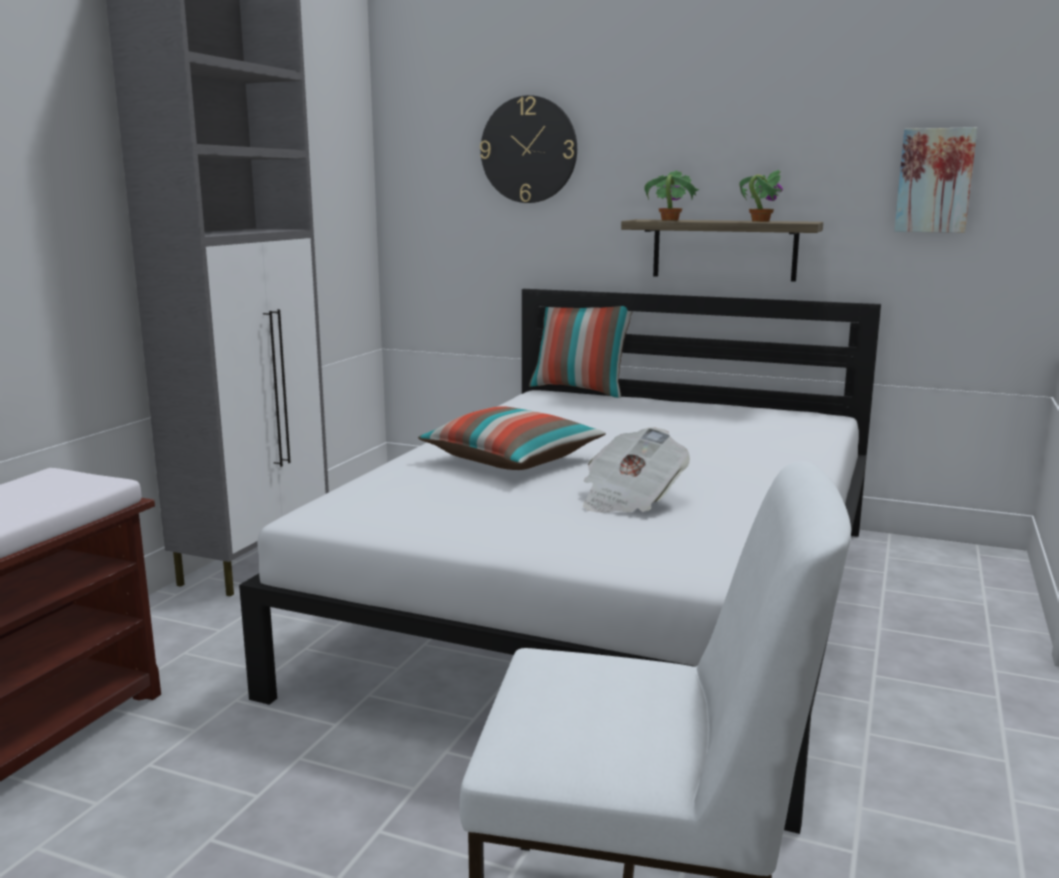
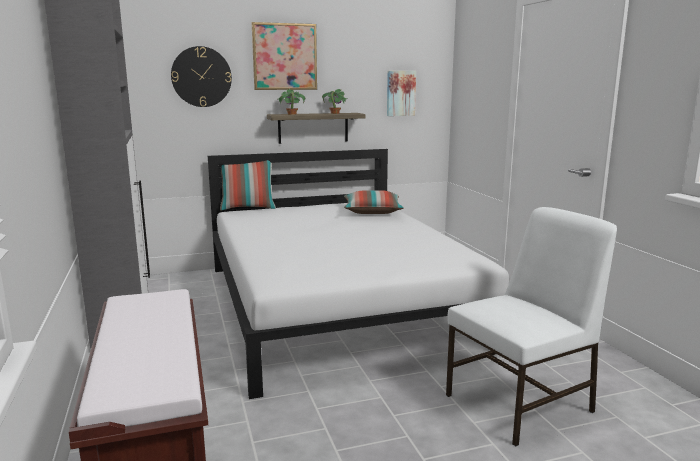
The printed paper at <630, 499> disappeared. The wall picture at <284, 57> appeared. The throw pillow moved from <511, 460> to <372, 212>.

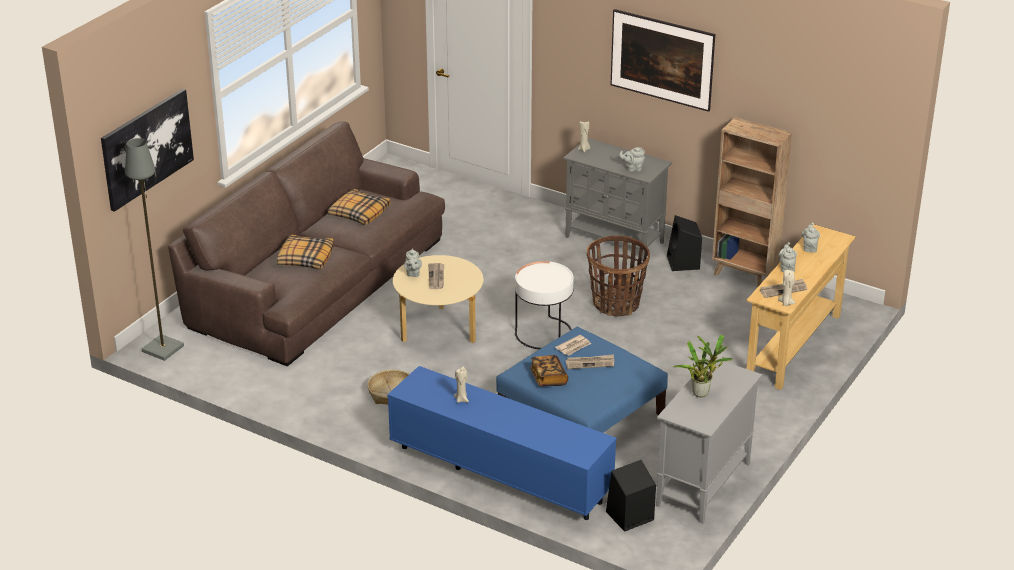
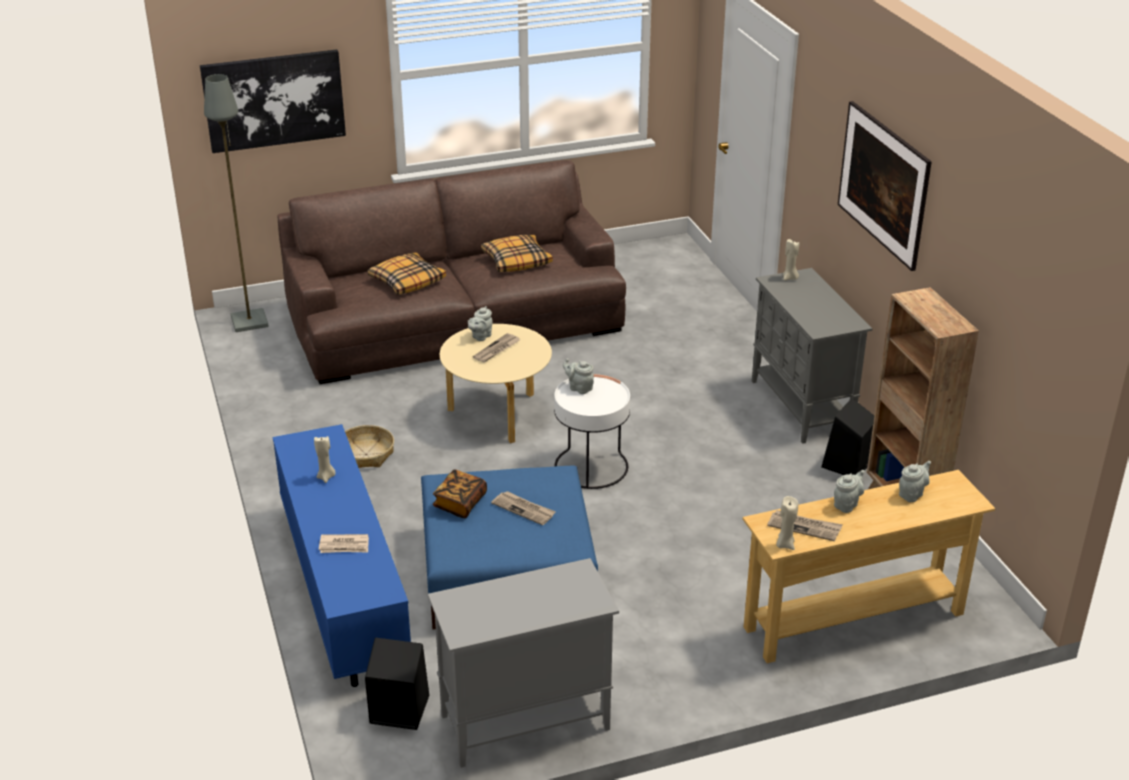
The storage basket at <616, 304> disappeared. The potted plant at <702, 392> disappeared. The printed paper moved from <574, 347> to <344, 546>. The pot for tea (greyish) moved from <632, 168> to <579, 388>.

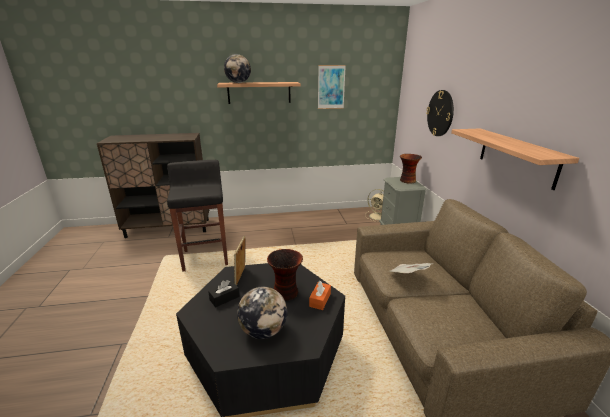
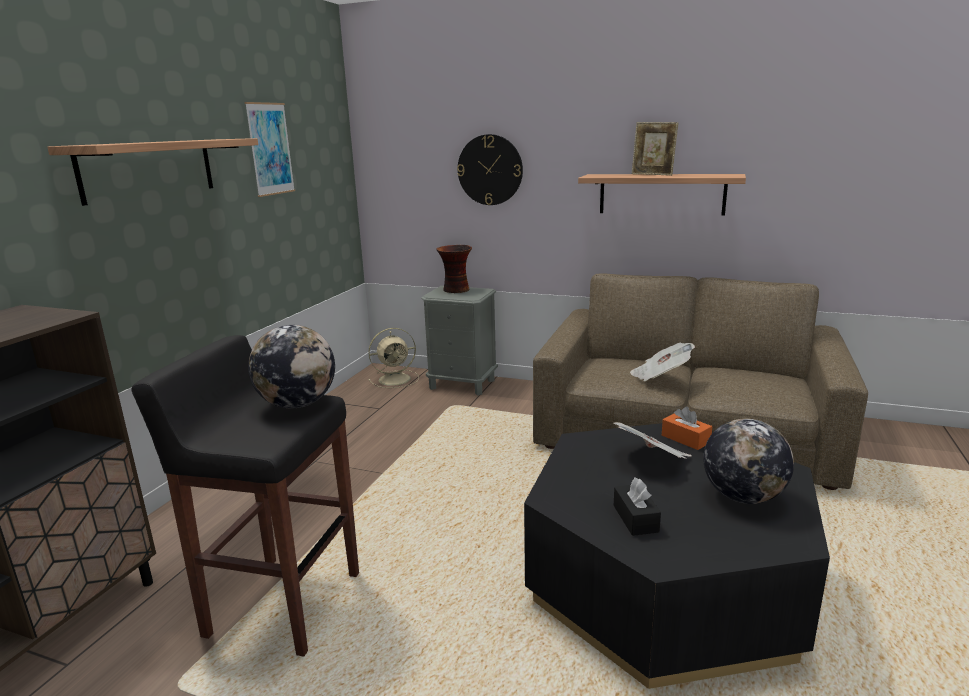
The globe moved from <238, 83> to <297, 404>. The picture frame moved from <241, 277> to <652, 175>. The decorative vase at <286, 293> was replaced by the printed paper at <652, 459>.

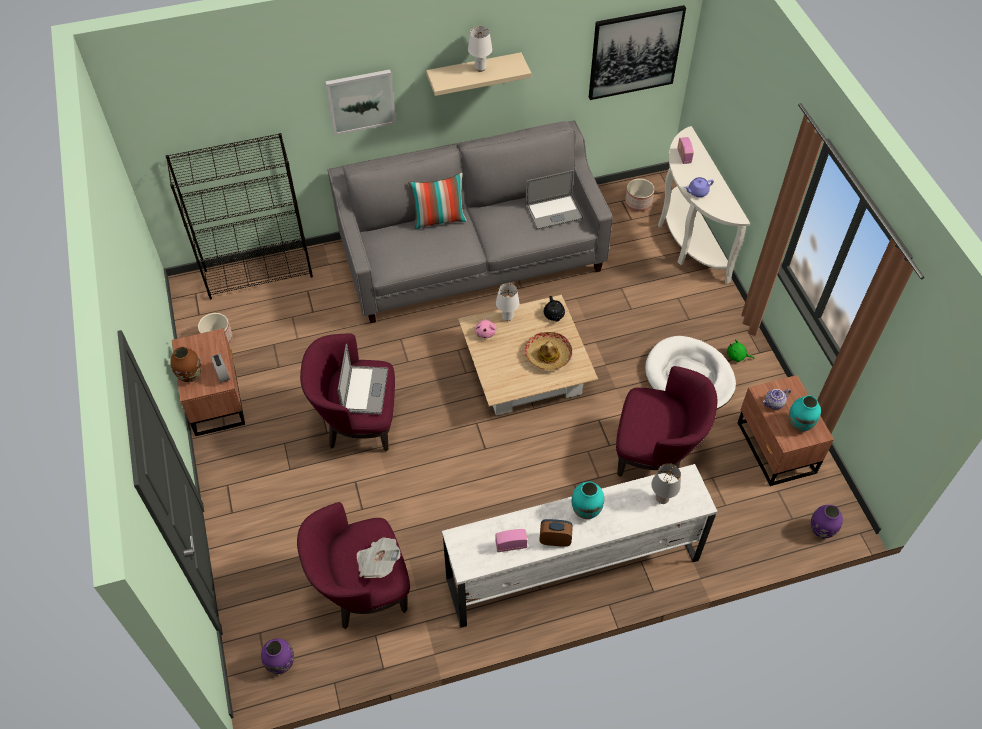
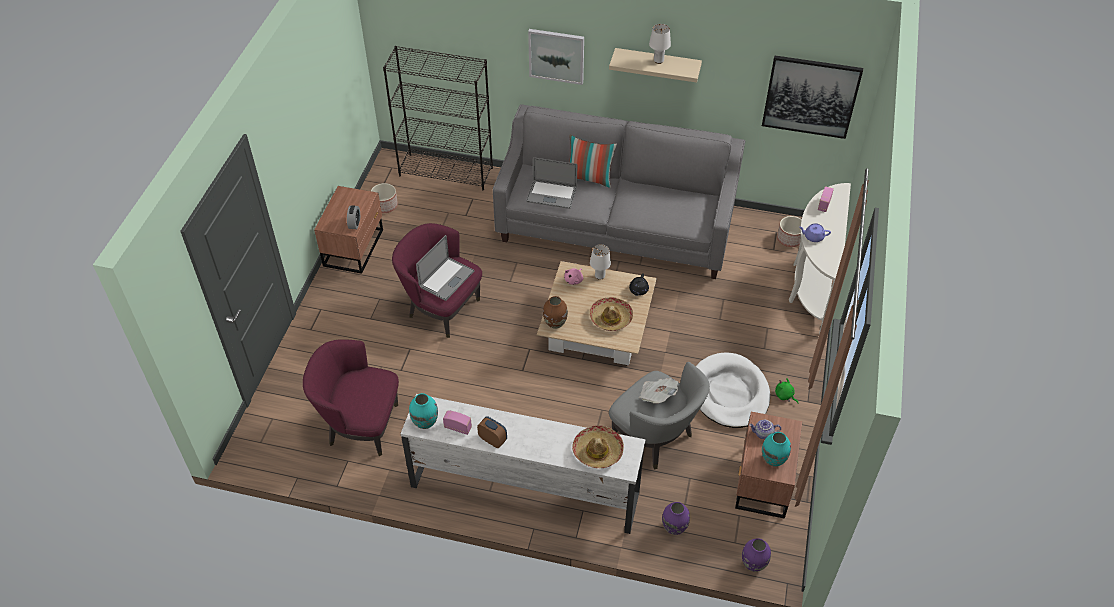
The decorative vase (brownish) moved from <190, 376> to <555, 323>. The decorative vase (purplish) moved from <280, 663> to <674, 527>. The printed paper moved from <378, 563> to <657, 395>. The portable computer moved from <554, 212> to <551, 194>. The decorative vase (turquoise) moved from <585, 510> to <425, 422>. The lamp for a table (greyish) at <661, 498> was replaced by the hat at <598, 451>. The lounge chair (purplish) at <655, 454> became the lounge chair (greyish) at <655, 438>.

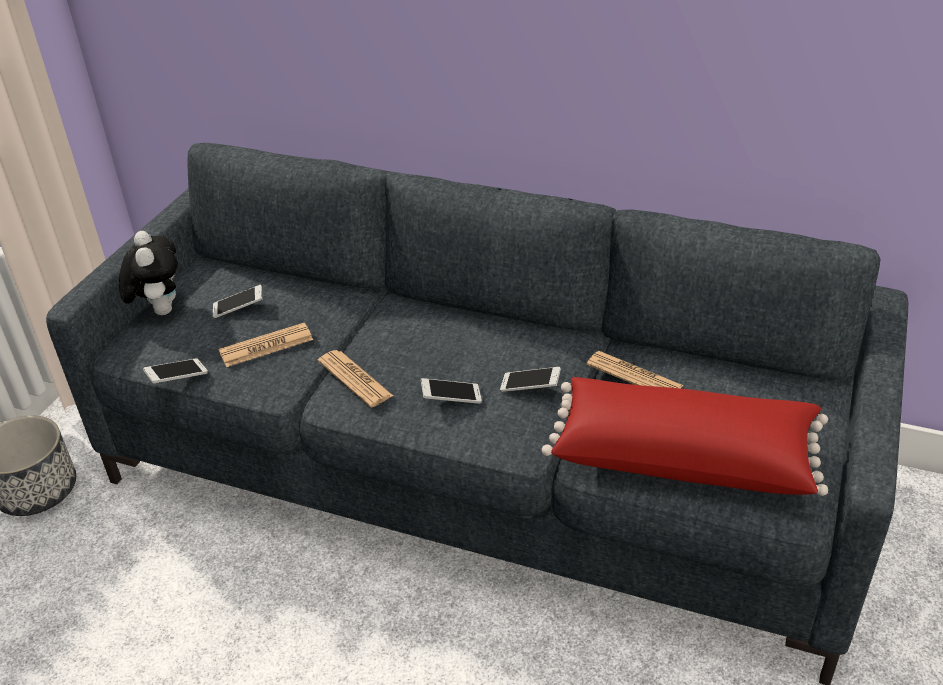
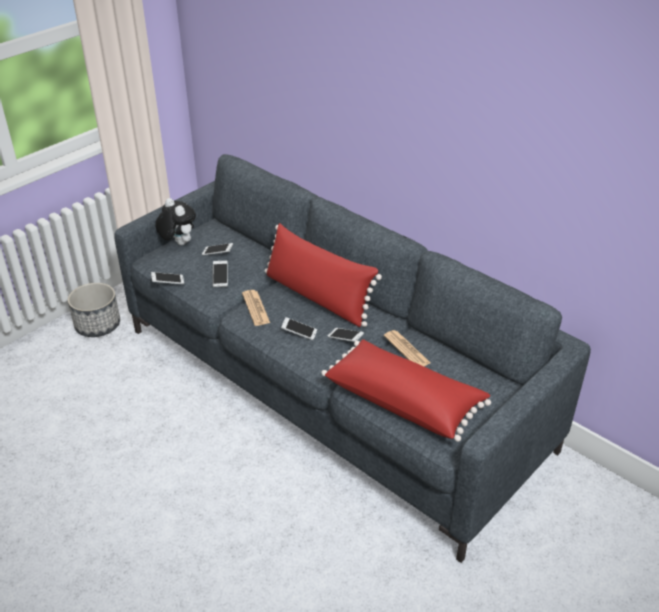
The throw pillow (red-coloured) at <317, 297> appeared. The printed paper at <266, 346> was replaced by the telephone at <220, 277>. The soft toy at <159, 310> turned 45 degrees counterclockwise.

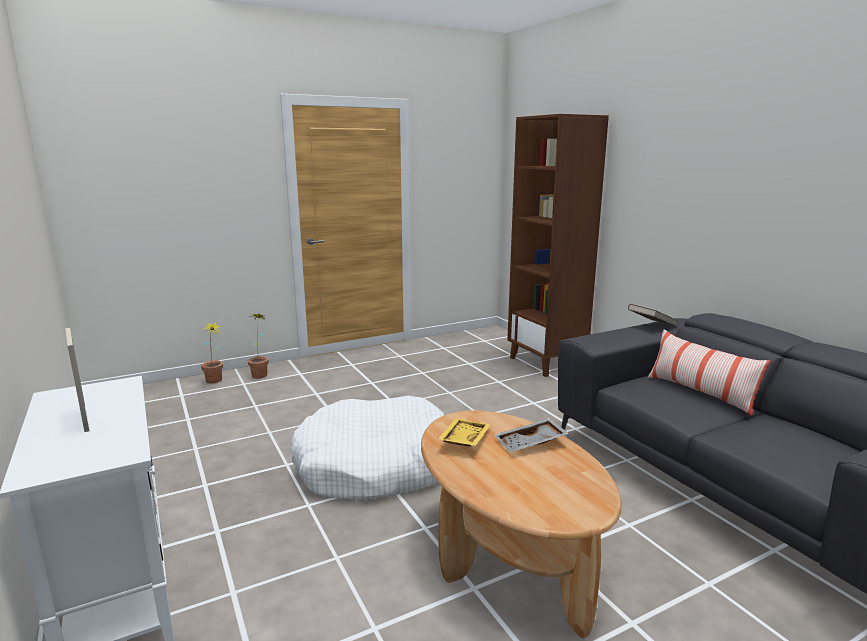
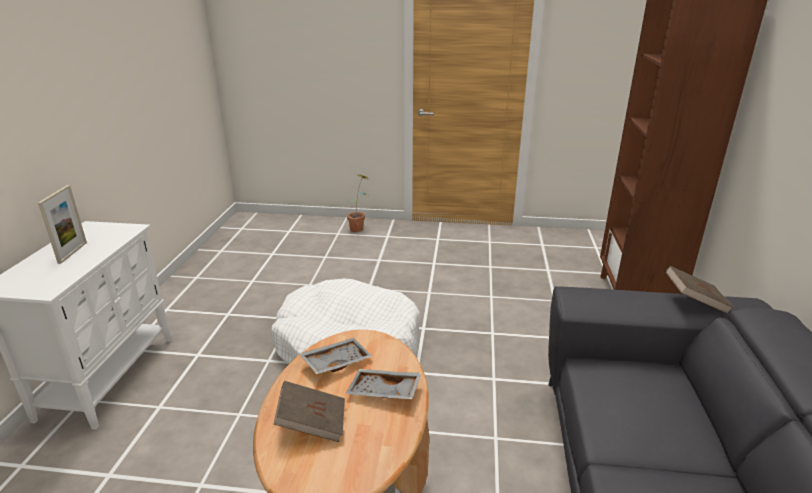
The potted plant at <215, 382> disappeared. The throw pillow at <700, 393> disappeared. The volume (brownish) at <312, 423> appeared. The serving tray (yellow-coloured) at <463, 440> became the serving tray (greyish) at <336, 362>.

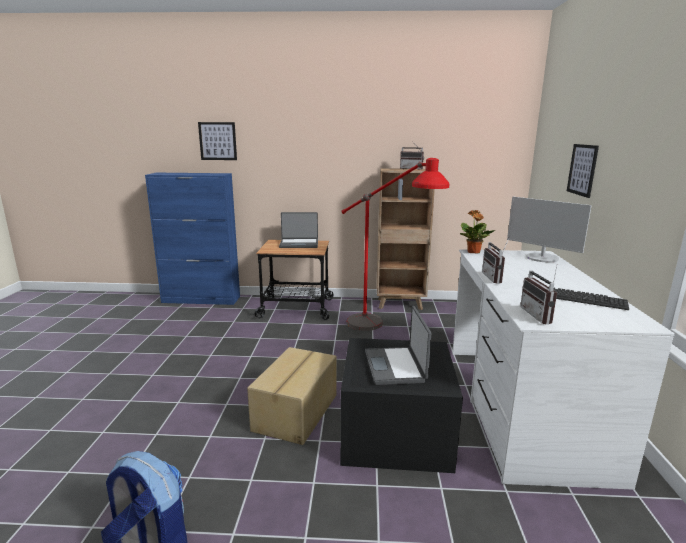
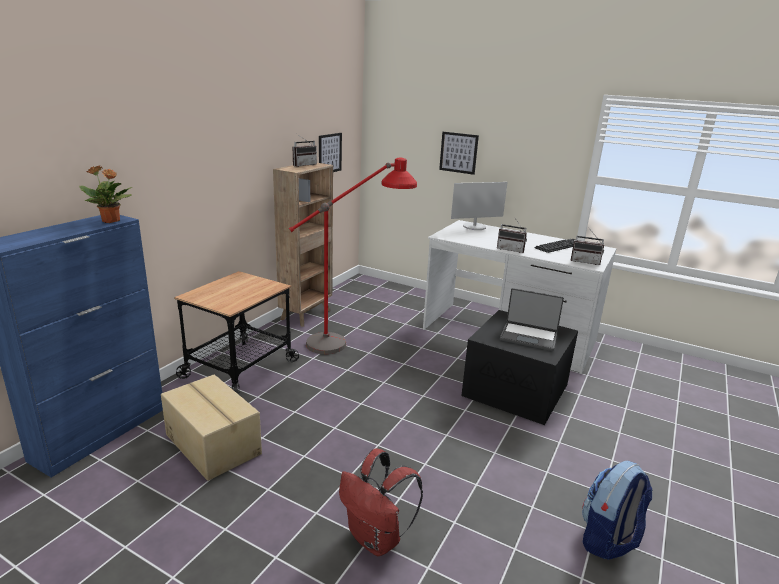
The portable computer at <299, 244> disappeared. The knapsack (red-coloured) at <377, 539> appeared. The wall picture moved from <217, 141> to <330, 153>. The packing box moved from <297, 412> to <214, 443>. The potted plant moved from <473, 252> to <111, 221>.

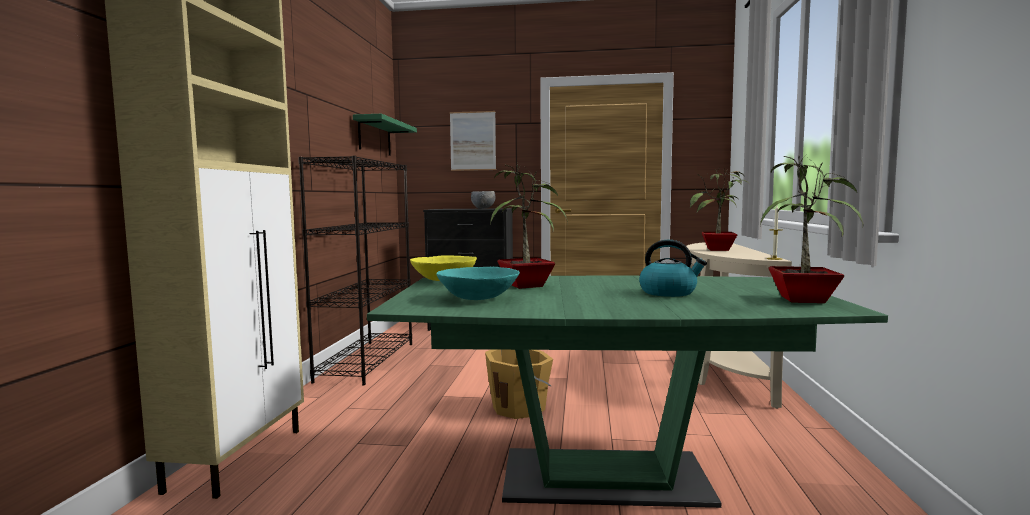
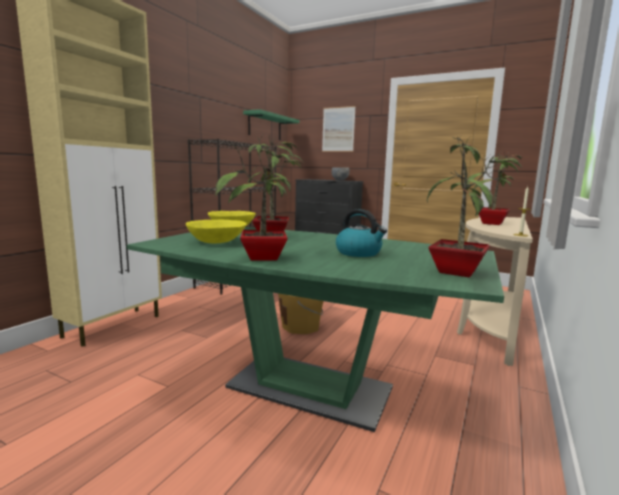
The potted plant at <263, 258> appeared. The bowl (turquoise) at <478, 298> became the bowl (yellow-coloured) at <217, 242>.

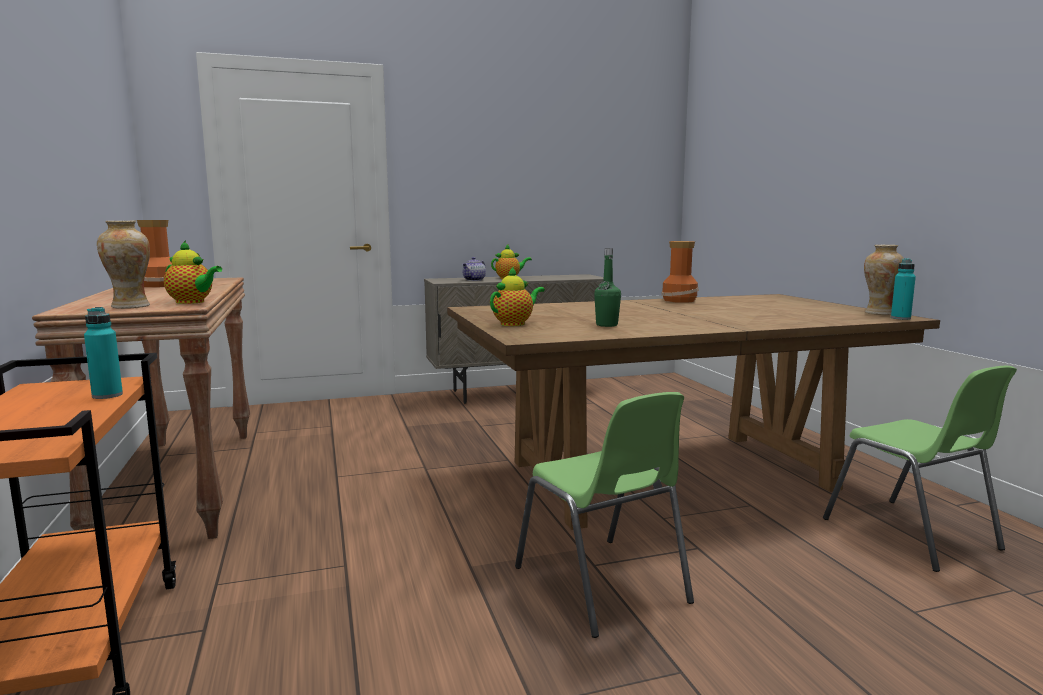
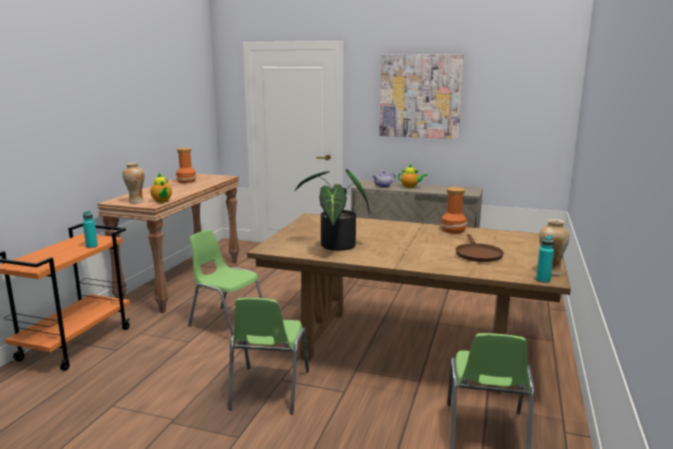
The pot for tea at <515, 324> disappeared. The upright chair (green-coloured) at <227, 323> appeared. The wall picture at <420, 96> appeared. The skillet (brownish) at <477, 254> appeared. The beverage bottle (green-coloured) at <606, 325> was replaced by the potted plant at <335, 246>.

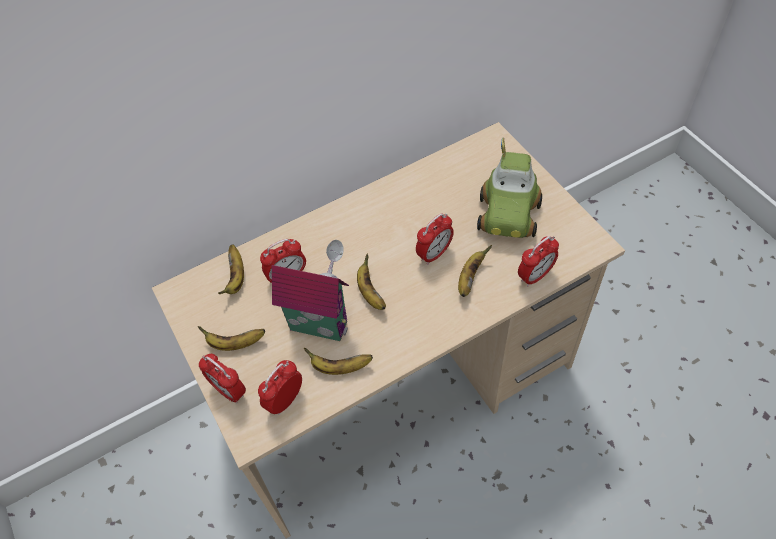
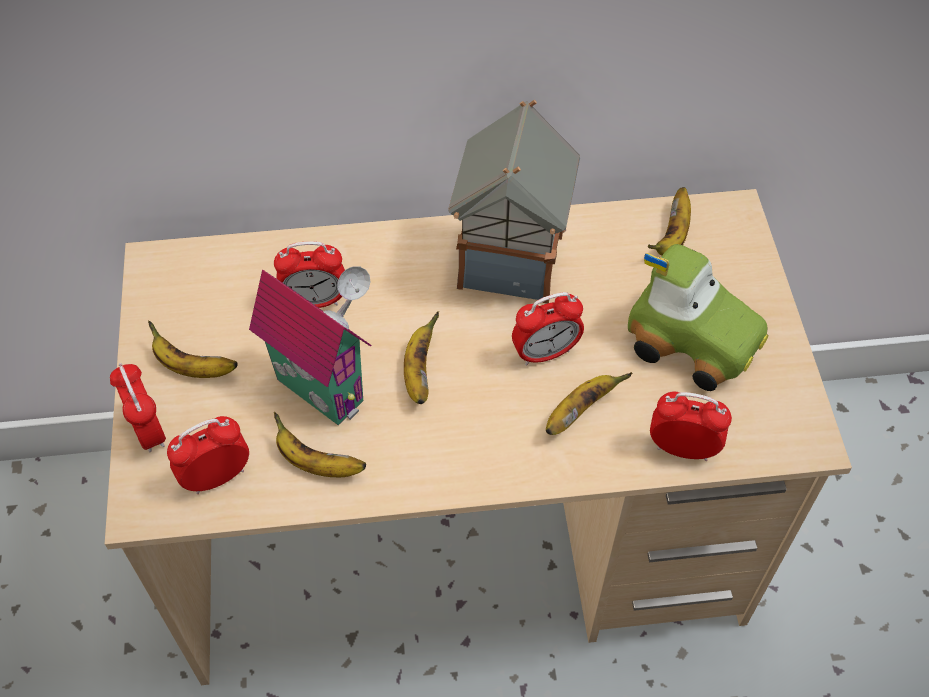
The miniature house at <511, 264> appeared. The banana fruit moved from <236, 277> to <672, 236>. The model car at <509, 215> turned 90 degrees counterclockwise. The table clock at <535, 276> turned 150 degrees counterclockwise.

